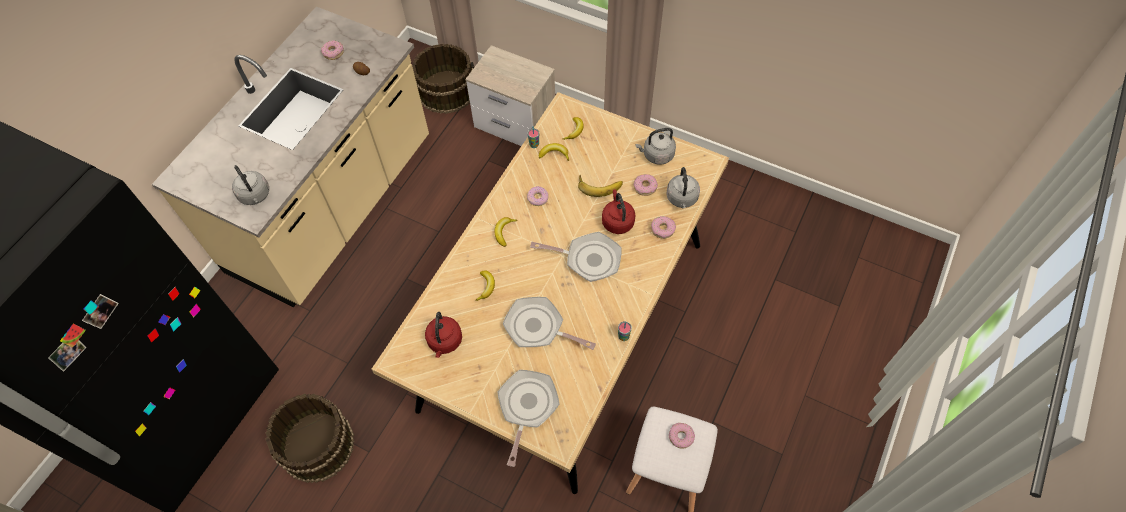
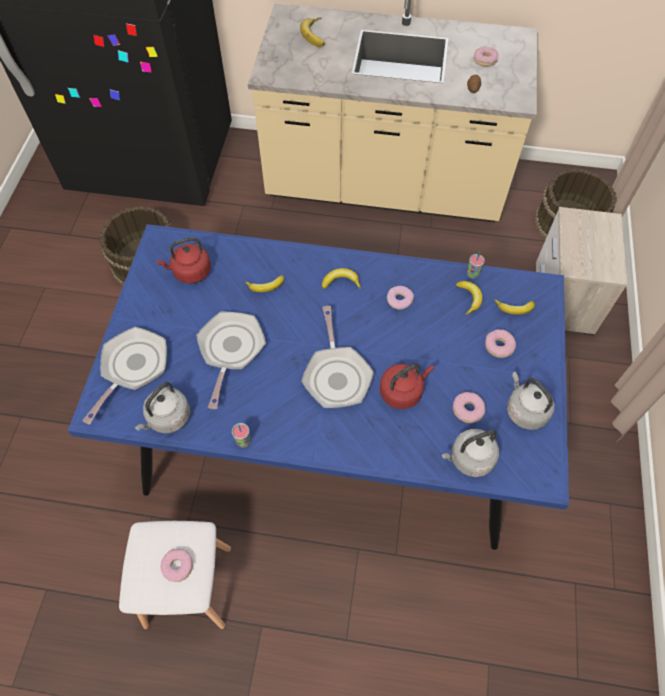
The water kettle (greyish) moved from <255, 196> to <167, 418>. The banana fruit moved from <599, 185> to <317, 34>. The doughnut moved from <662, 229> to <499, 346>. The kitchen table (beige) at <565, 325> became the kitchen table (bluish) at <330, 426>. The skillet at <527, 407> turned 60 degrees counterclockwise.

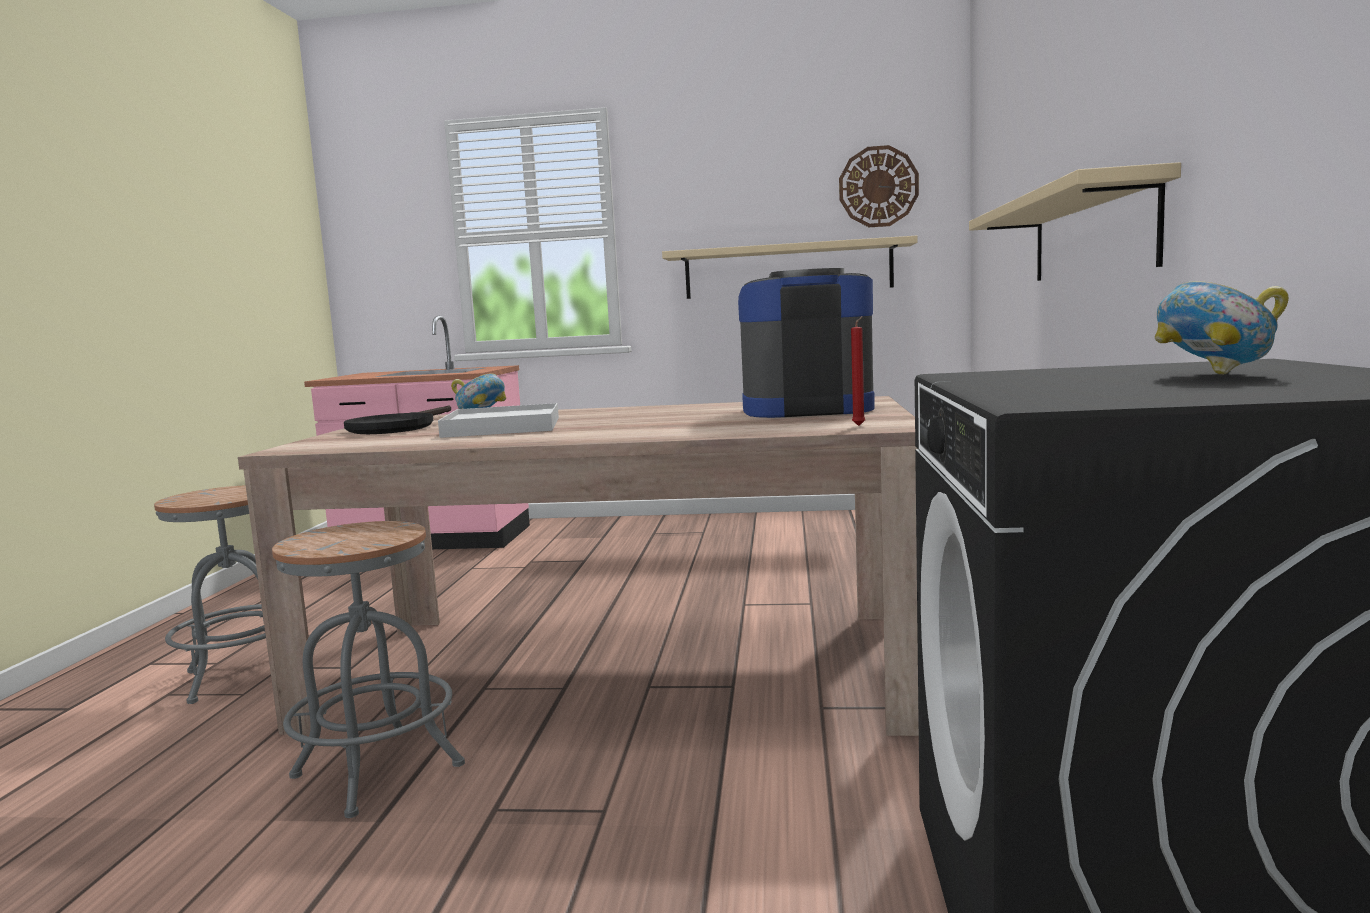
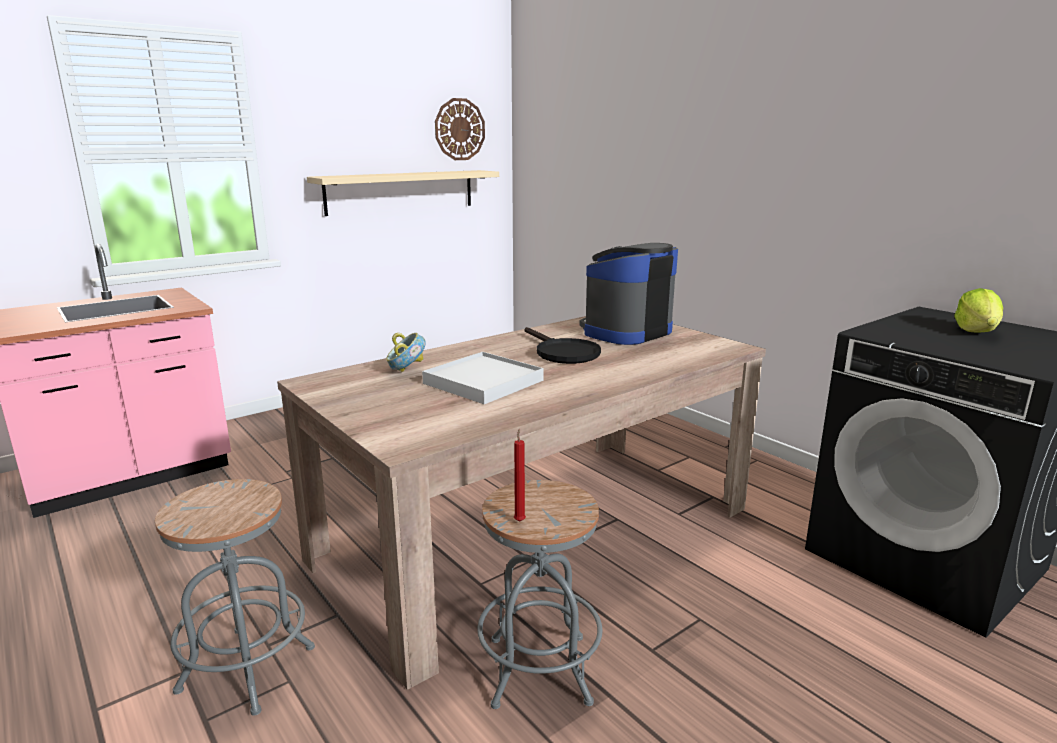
The bracket shelf (beige) at <1089, 235> disappeared. The skillet (black-coloured) moved from <397, 427> to <562, 353>. The wax candle (red-coloured) moved from <860, 425> to <519, 520>. The bowl at <1214, 375> was replaced by the head of lettuce at <976, 331>.

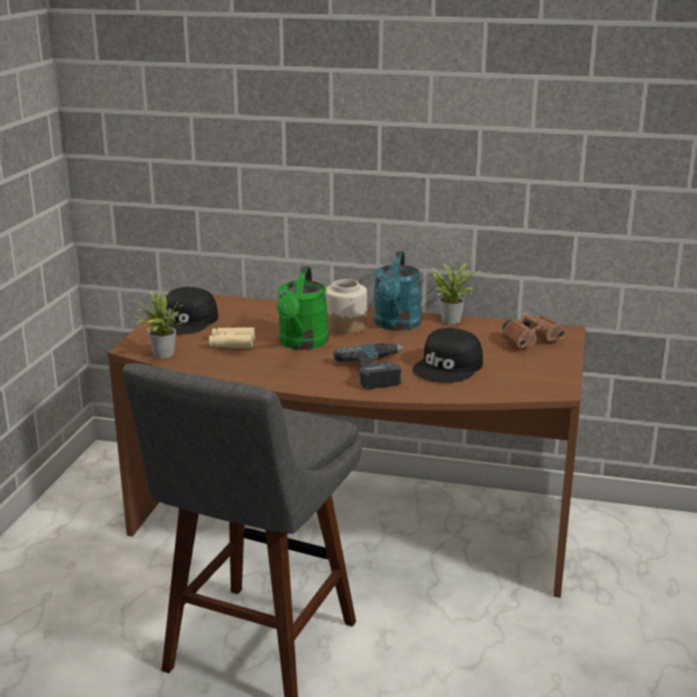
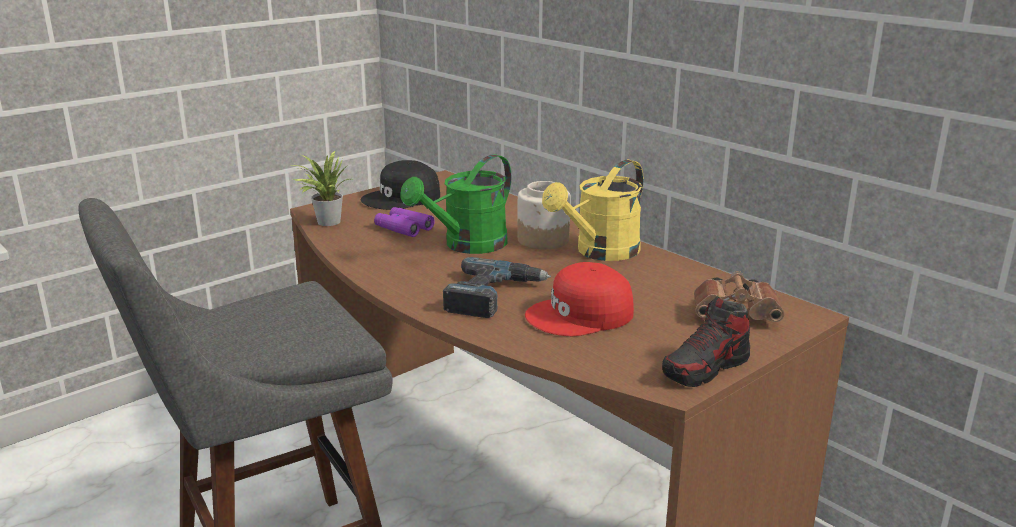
The potted plant at <450, 319> disappeared. The shoe at <705, 368> appeared. The field glasses (beige) at <232, 343> became the field glasses (purplish) at <404, 228>. The sprinkling can (turquoise) at <396, 325> became the sprinkling can (yellow-coloured) at <600, 252>. The peaked cap (black-coloured) at <449, 367> became the peaked cap (red-coloured) at <581, 315>.

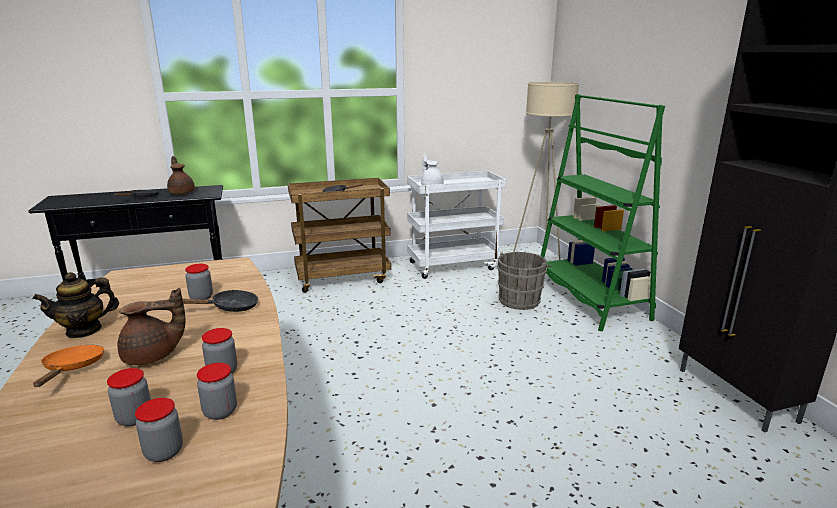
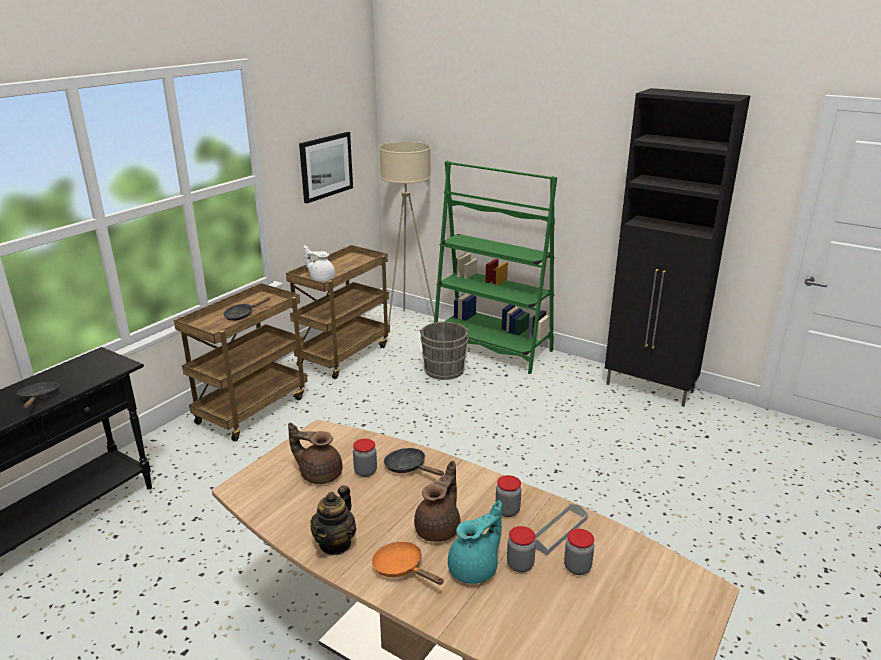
The wall picture at <326, 166> appeared. The pot for tea (turquoise) at <475, 569> appeared. The pot for tea (brownish) moved from <182, 192> to <319, 474>. The jar at <220, 412> was replaced by the serving tray (greyish) at <558, 531>. The trolley (white-coloured) at <453, 265> became the trolley (brownish) at <344, 354>. The skillet (black-coloured) at <230, 307> turned 75 degrees counterclockwise.

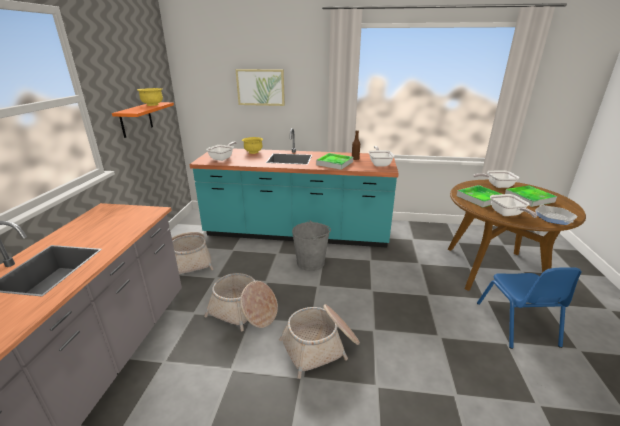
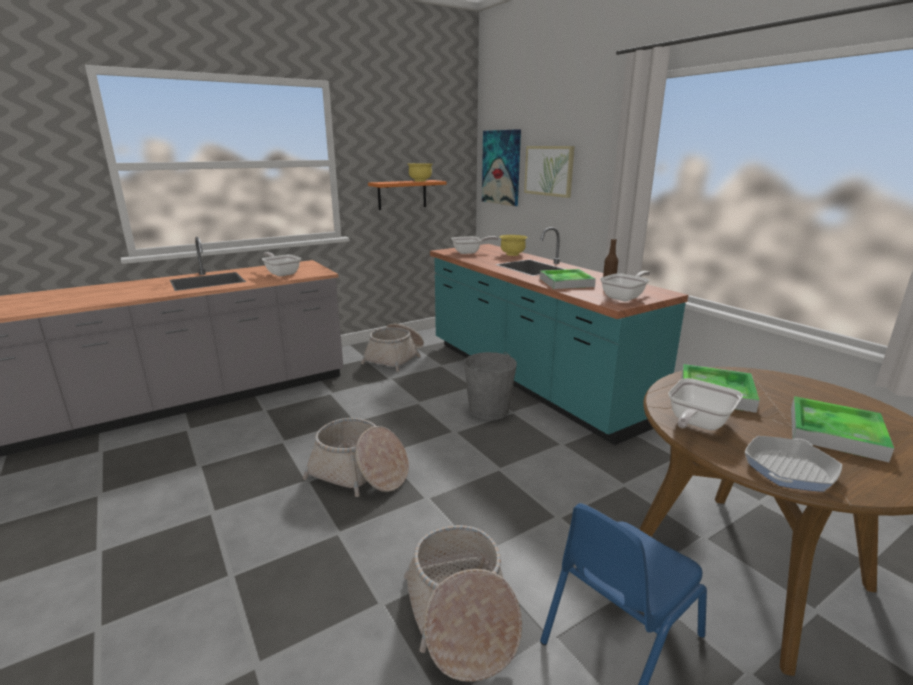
The wall picture at <501, 167> appeared. The storage basket moved from <244, 312> to <461, 616>. The skillet moved from <496, 185> to <281, 273>.

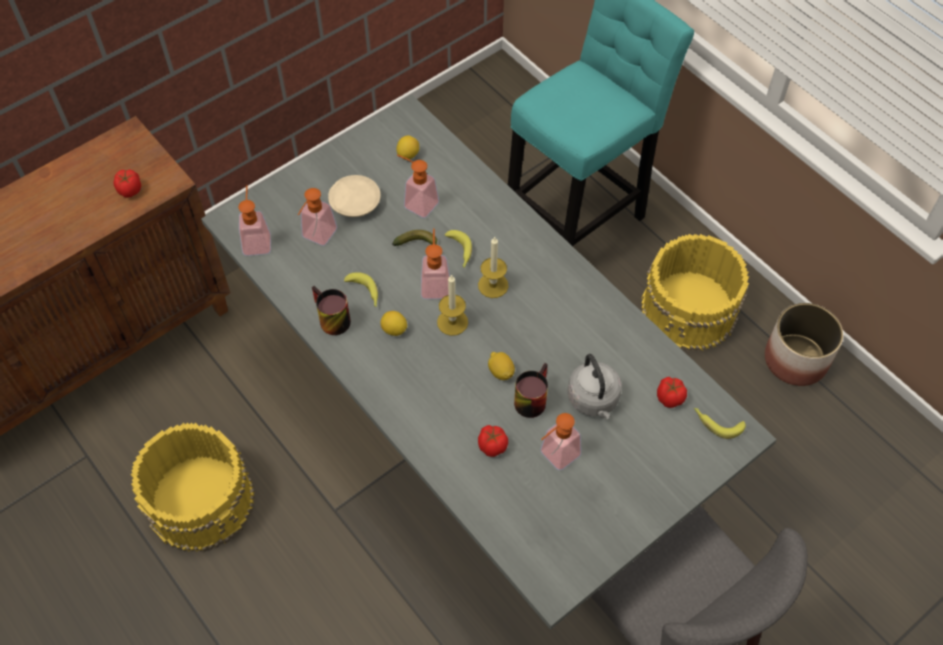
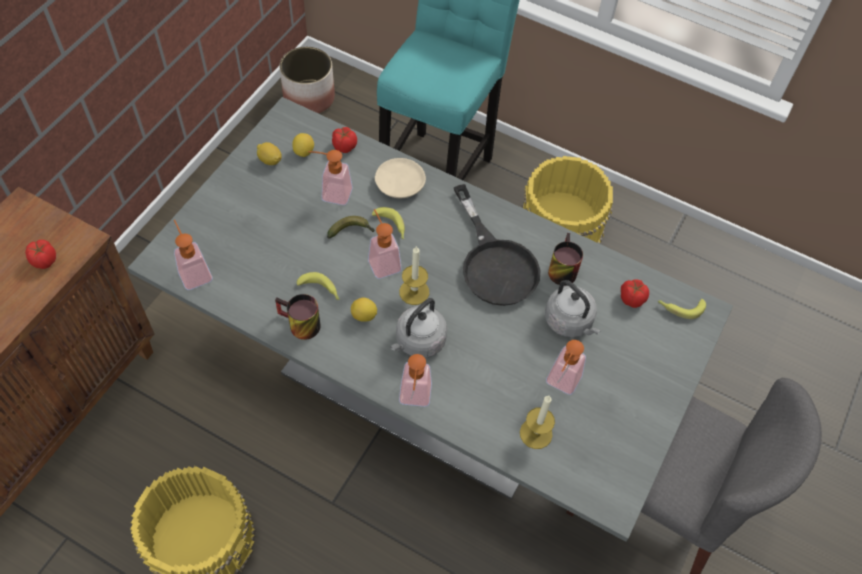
The water kettle (greyish) at <418, 342> appeared. The skillet (black-coloured) at <494, 262> appeared. The soap dispenser moved from <316, 237> to <414, 399>. The plate (beige) moved from <355, 202> to <399, 183>. The wax candle moved from <493, 285> to <536, 433>. The tomato moved from <492, 445> to <344, 146>. The citrus fruit moved from <501, 372> to <270, 160>. The mug moved from <530, 397> to <560, 268>. The plant pot moved from <796, 359> to <309, 98>.

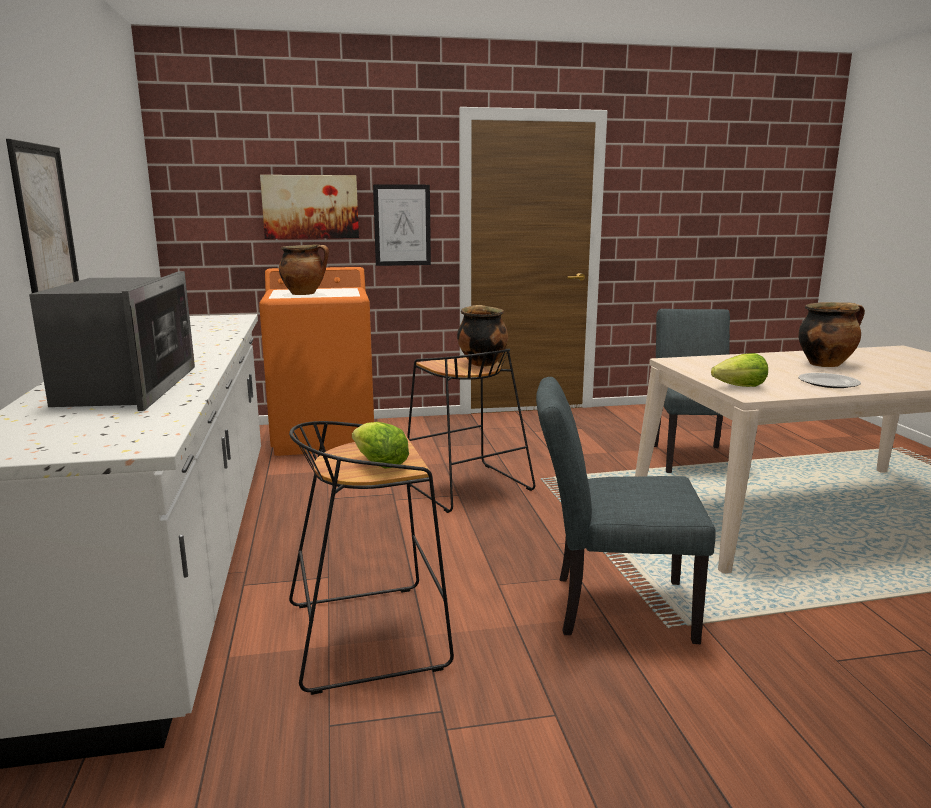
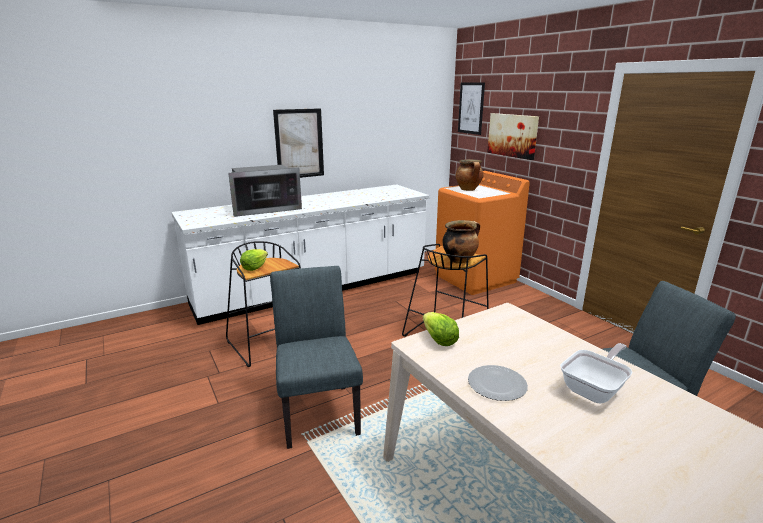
The wall picture moved from <402, 225> to <471, 108>. The saucepot at <825, 364> was replaced by the skillet at <595, 389>.

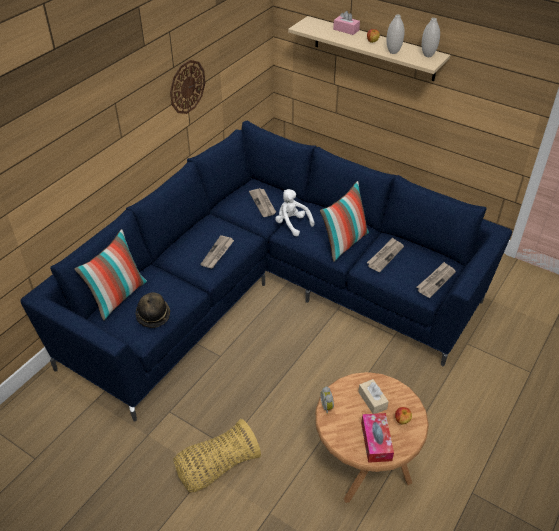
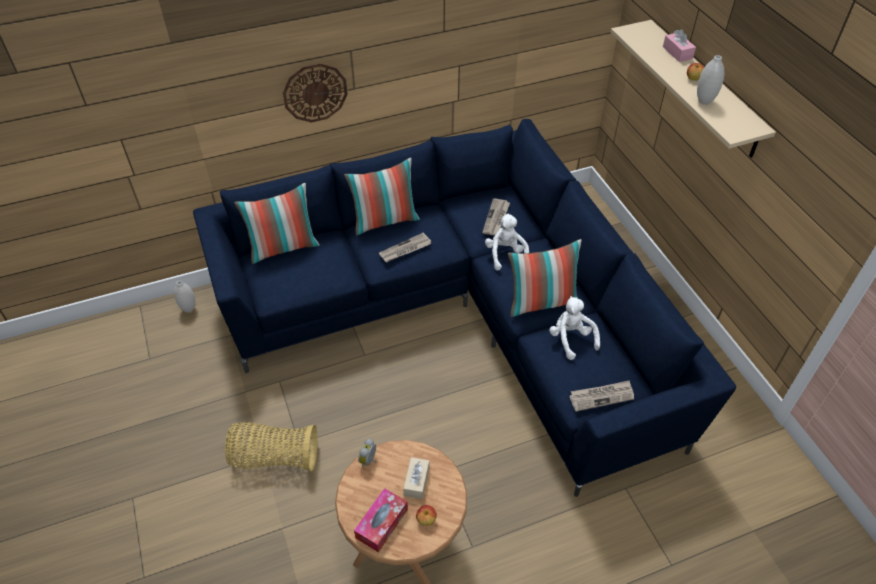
The hat at <153, 315> disappeared. The throw pillow at <385, 221> appeared. The clock on the wall moved from <187, 87> to <315, 92>. The decorative vase (white-coloured) moved from <428, 55> to <189, 309>. The printed paper at <385, 255> was replaced by the soft toy (white-coloured) at <571, 339>.

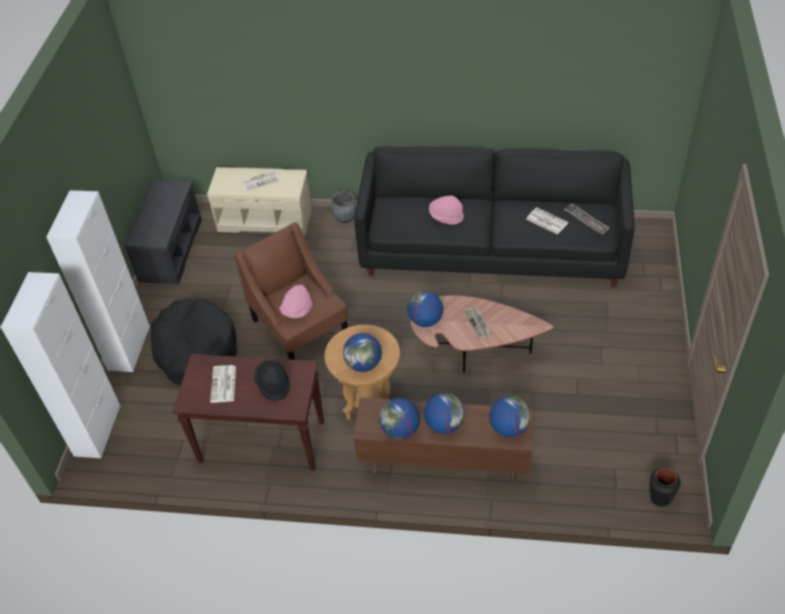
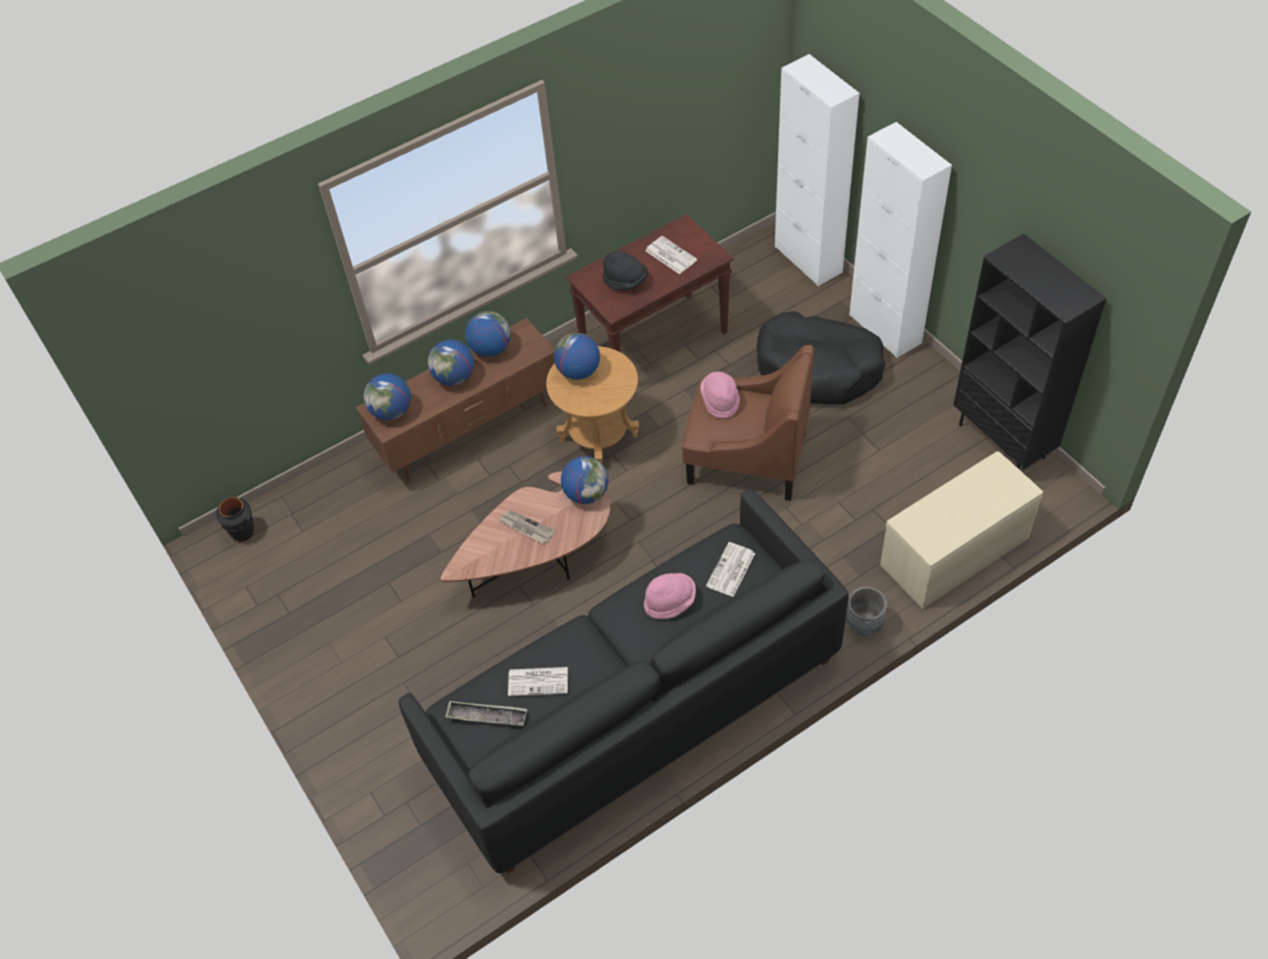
The printed paper moved from <260, 180> to <731, 570>. The long seat (greyish) at <170, 249> was replaced by the bookshelf (black-coloured) at <1003, 441>.

